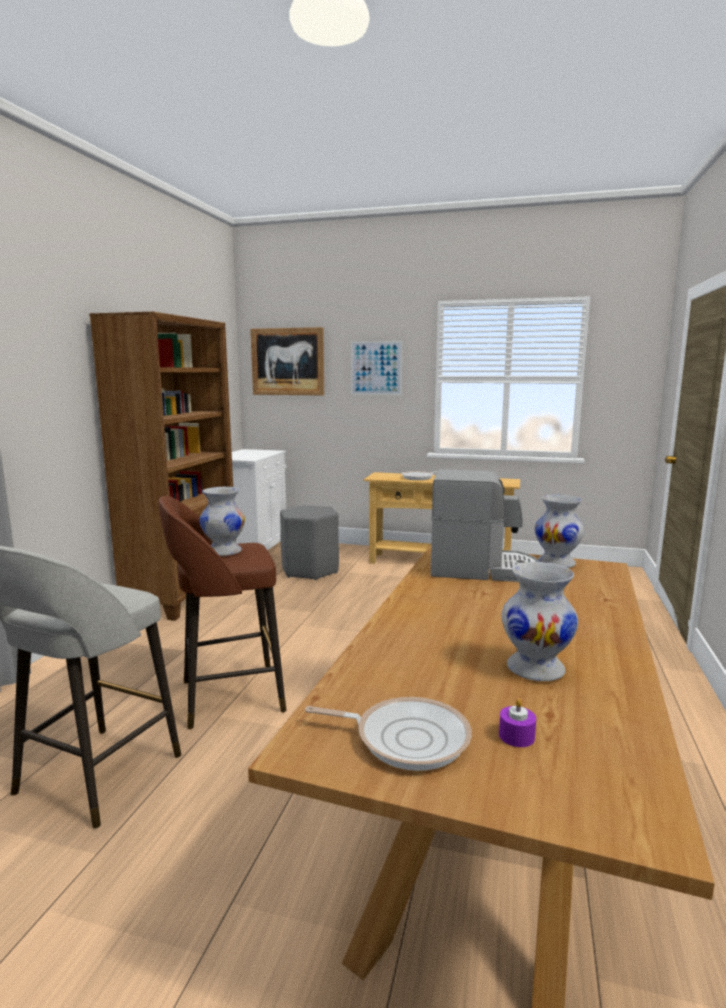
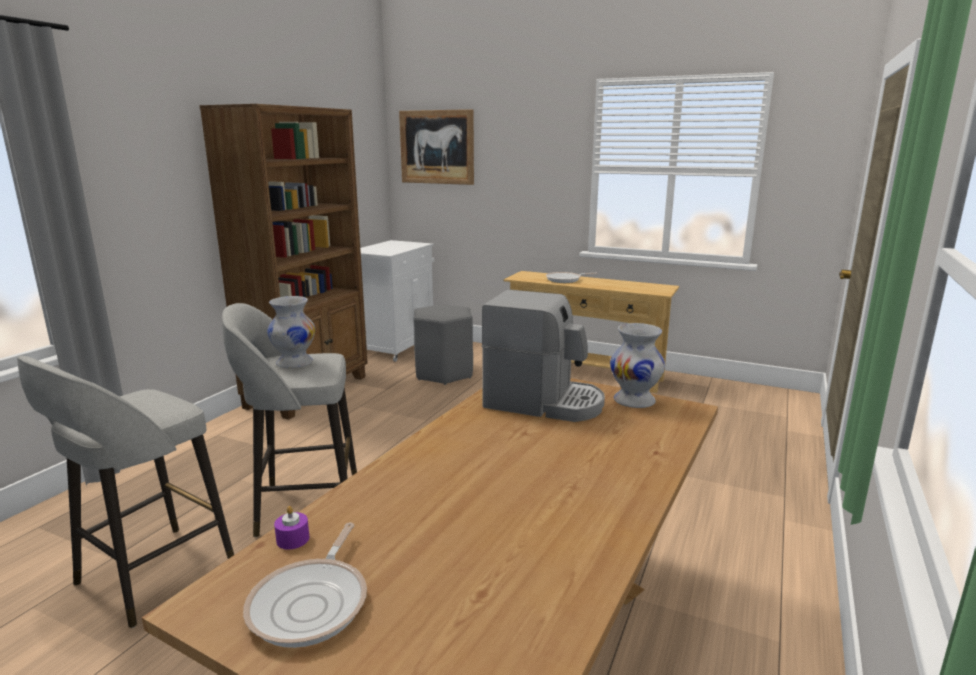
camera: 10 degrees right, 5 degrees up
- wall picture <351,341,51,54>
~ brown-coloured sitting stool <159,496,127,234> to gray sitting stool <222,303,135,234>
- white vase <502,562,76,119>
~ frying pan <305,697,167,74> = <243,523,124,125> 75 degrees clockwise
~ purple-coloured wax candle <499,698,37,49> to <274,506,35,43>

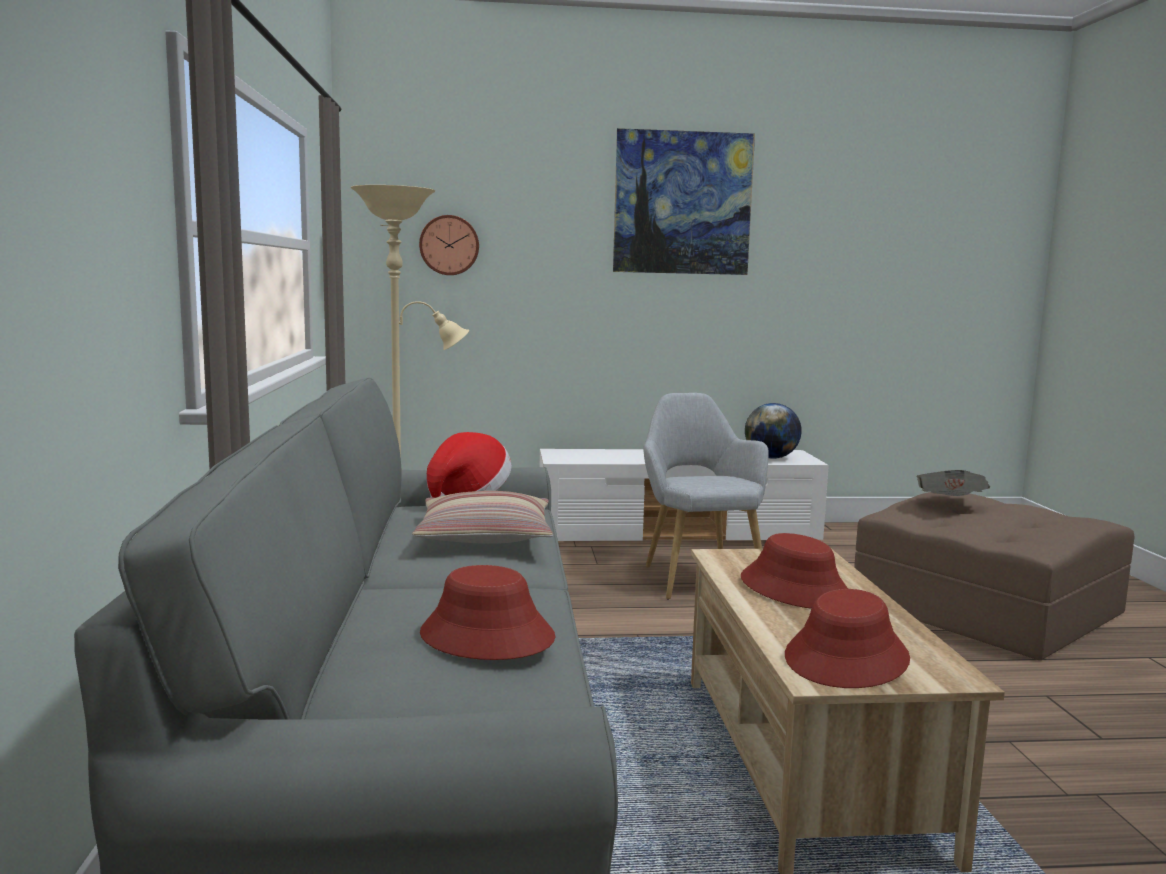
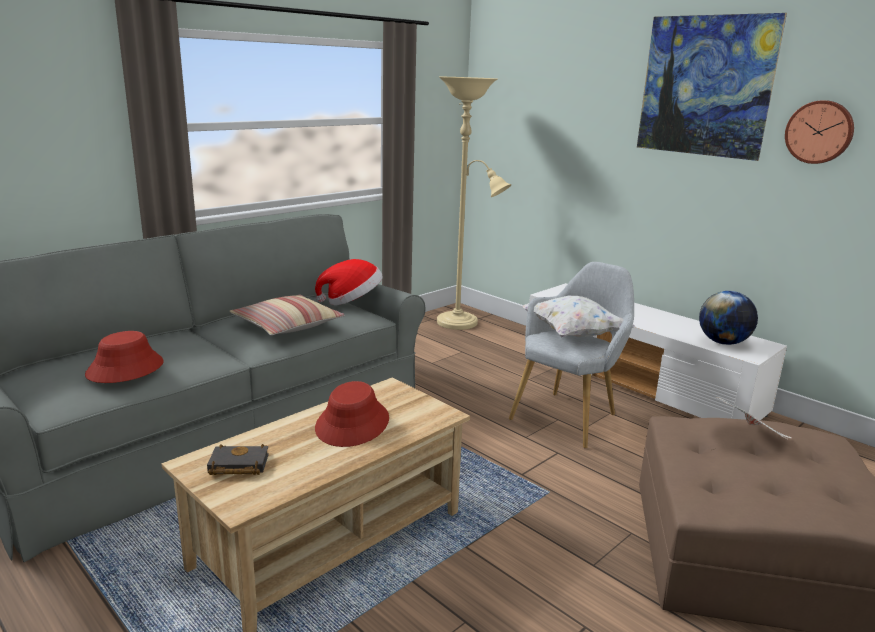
camera: 50 degrees right, 10 degrees up
~ wall clock <419,215,60,60> to <785,100,69,64>
~ red clothing hat <785,589,125,99> to blackish book <207,444,62,31>
+ white cushion <523,296,112,41>

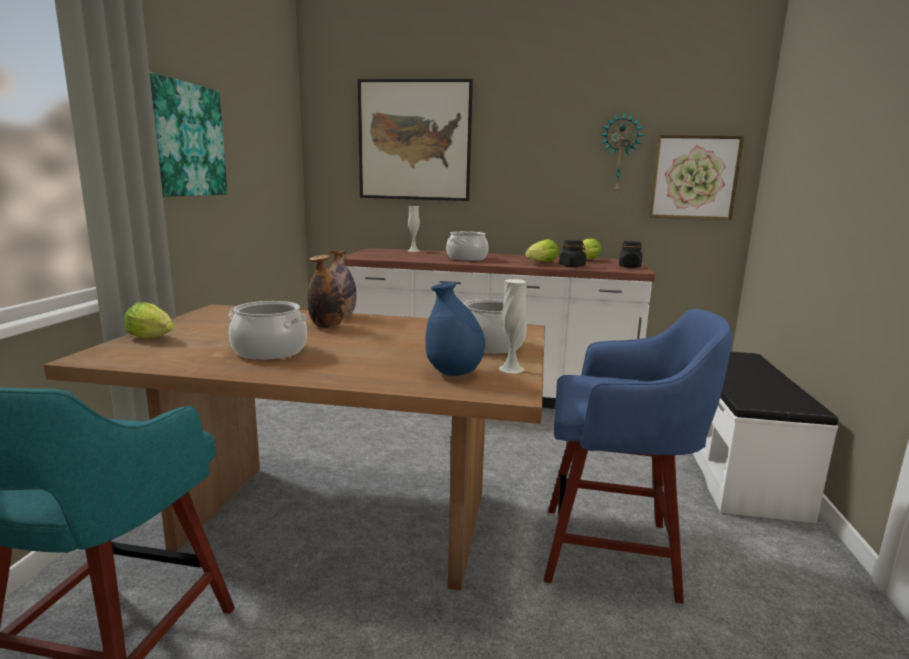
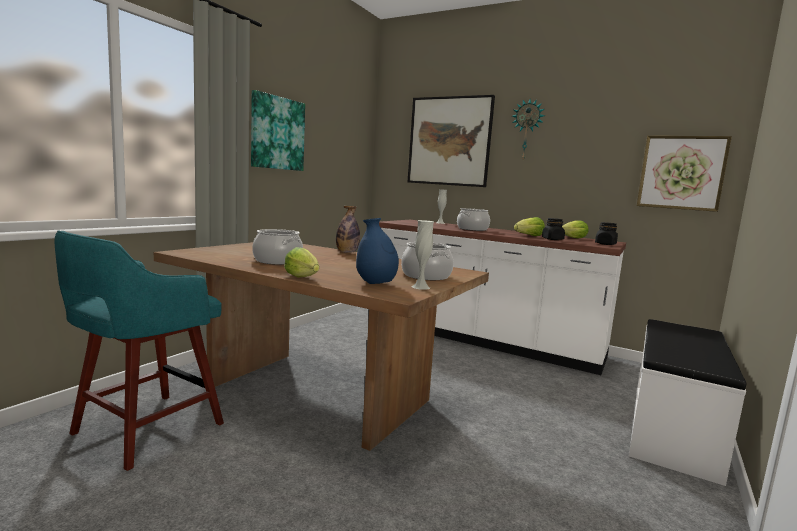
camera: 20 degrees right, 5 degrees down
~ wall clock <601,112,44,82> to <512,99,33,61>
- drink bottle <307,255,38,73>
~ head of lettuce <124,302,50,37> to <284,247,35,31>
- blue sitting stool <544,309,188,295>

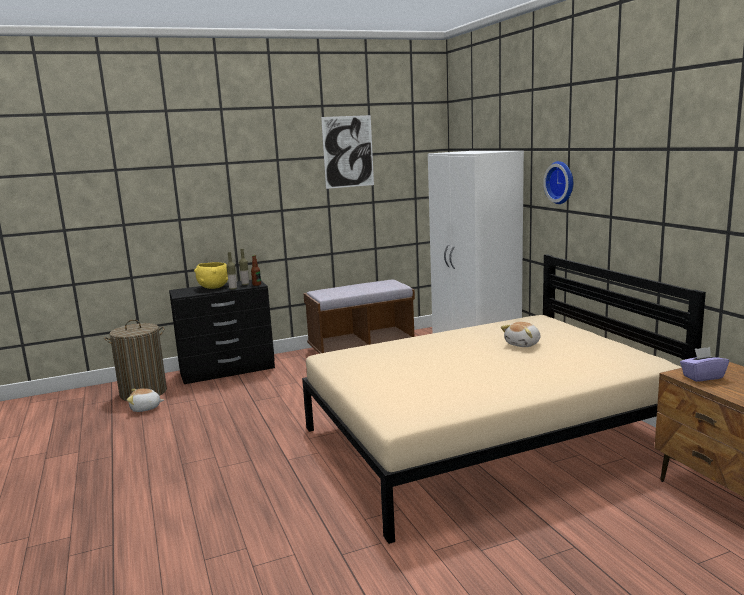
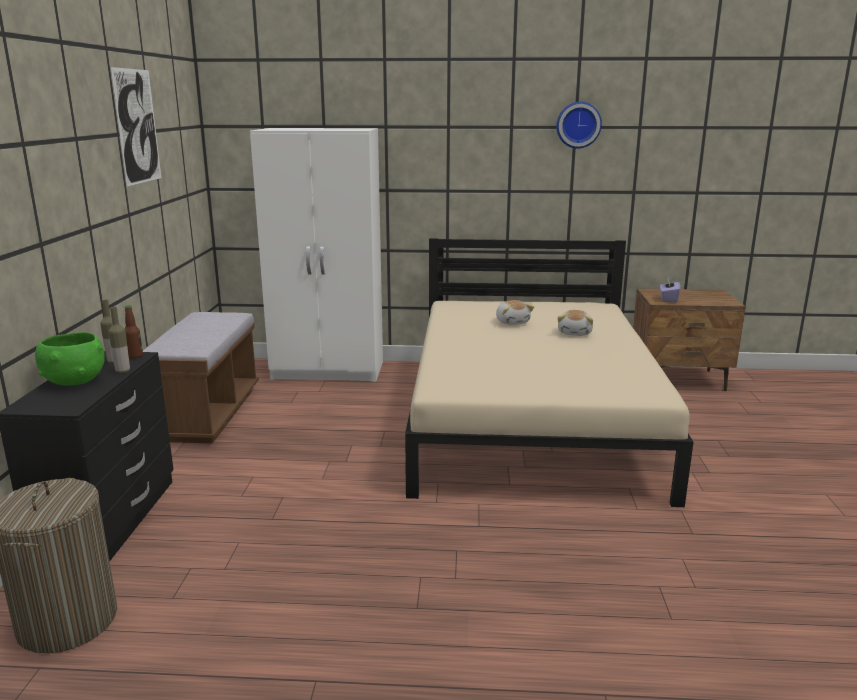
camera: 65 degrees left, 5 degrees up
~ wall clock <543,161,30,43> to <556,102,46,47>
~ yellow-coloured deep dish <194,262,34,27> to green-coloured deep dish <35,332,70,54>
~ soft toy <127,388,37,24> to <558,310,35,26>

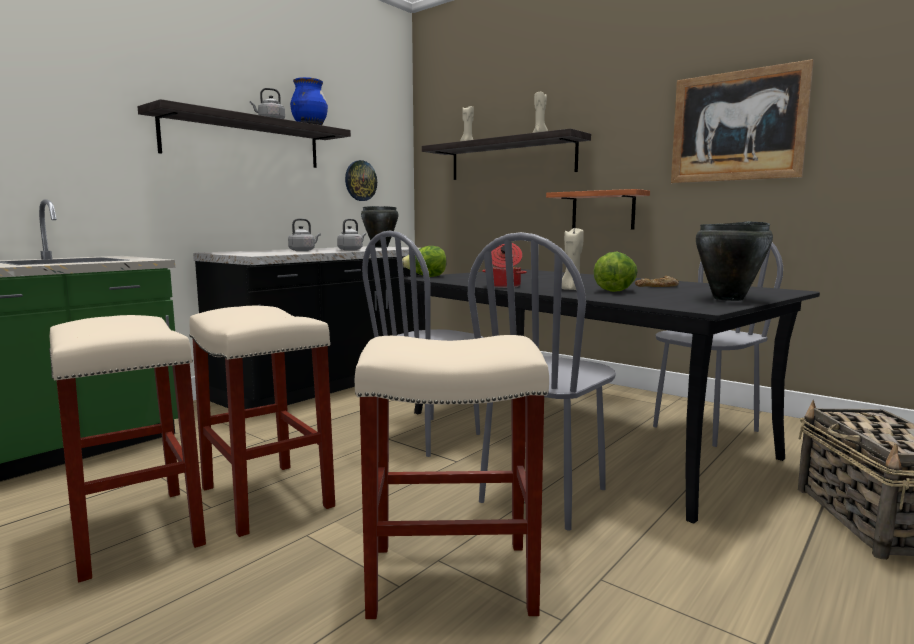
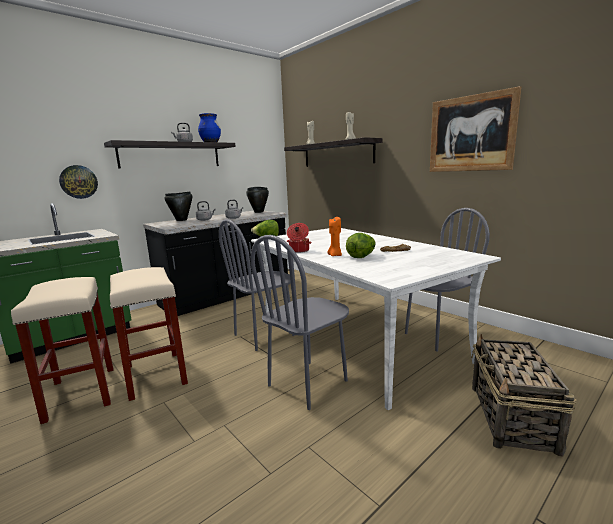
camera: 10 degrees right, 5 degrees up
~ wall clock <345,160,32,41> to <59,165,39,34>
- bracket shelf <546,189,104,40>
~ blackish saucepot <696,221,77,80> to <164,191,28,30>
~ beige-coloured wax candle <562,228,22,62> to orange wax candle <327,217,15,39>
~ blackish kitchen table <404,269,416,255> to white kitchen table <251,228,250,182>
- beige-coloured sitting stool <355,335,194,284>

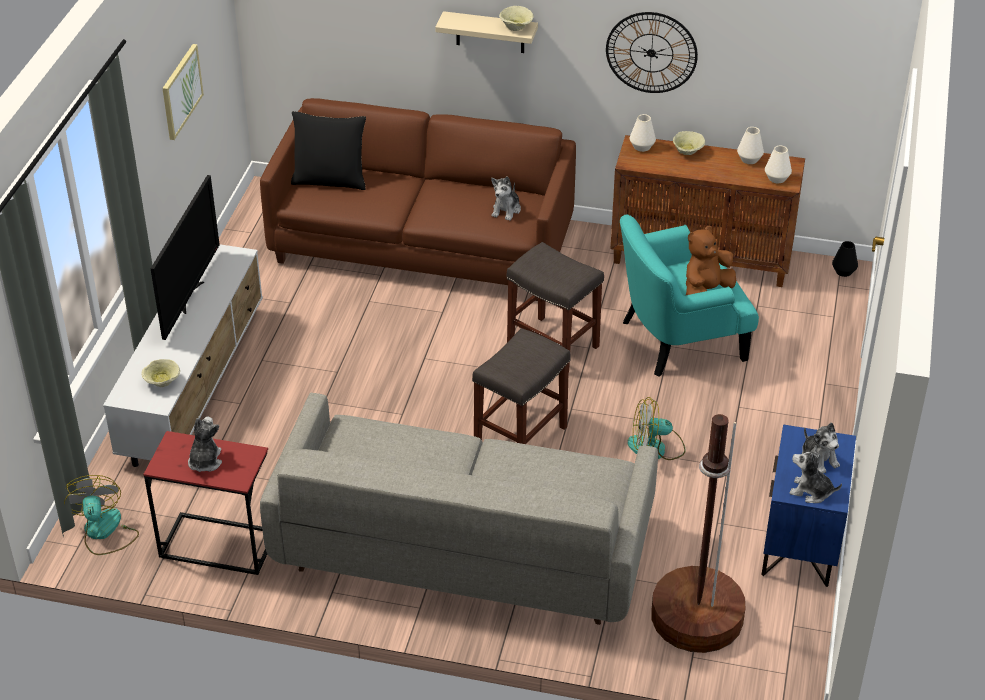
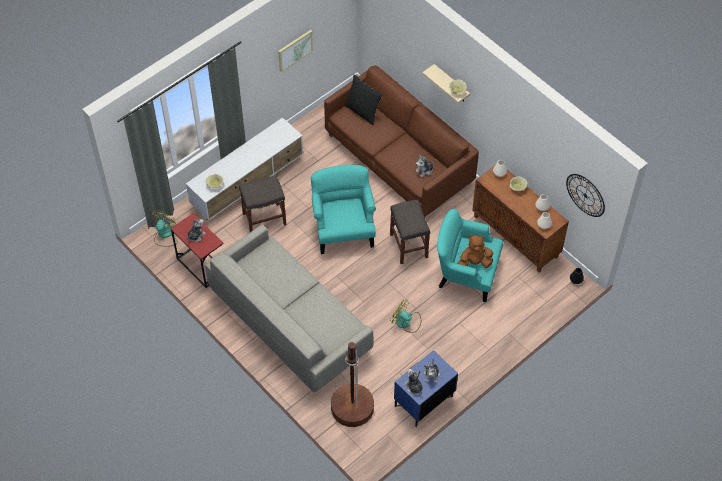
camera: 35 degrees right, 15 degrees up
~ wall clock <606,12,92,81> to <566,174,39,43>
- TV <150,175,70,165>
~ gray sitting stool <472,328,99,116> to <239,175,47,57>
+ turquoise easy chair <311,165,65,89>

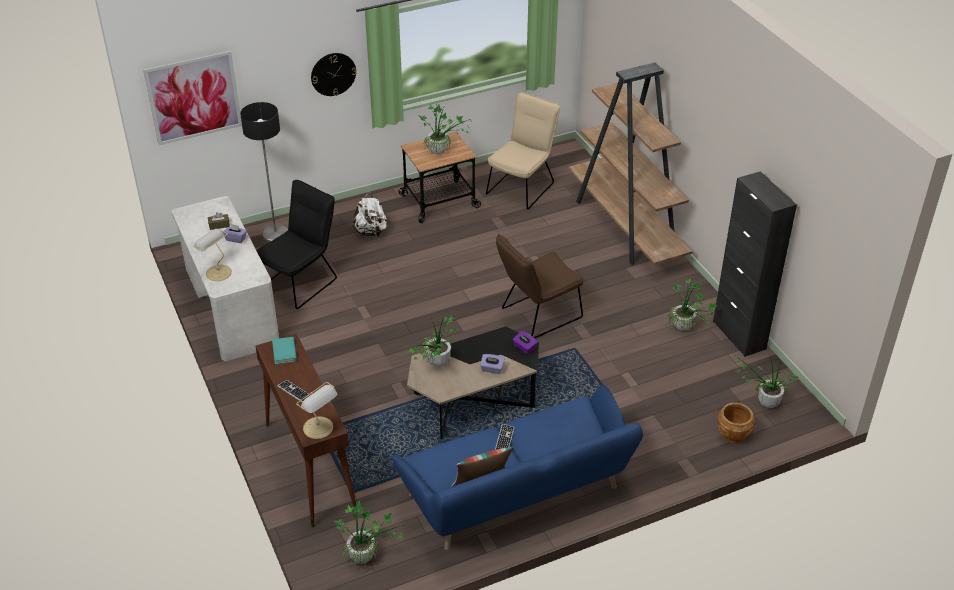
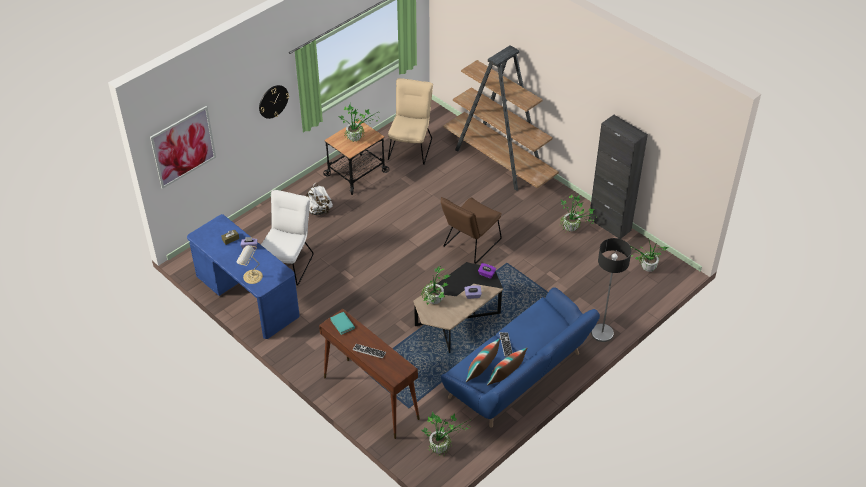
camera: 20 degrees left, 5 degrees up
~ standing lamp <240,102,48,140> to <591,238,40,104>
~ blackish plain chair <256,180,81,129> to white plain chair <261,190,53,96>
~ white desk table <172,196,107,165> to blue desk table <187,214,113,125>
- lamp for a table <296,382,42,57>
- brown-coloured planter <718,403,36,40>
+ cushion <466,338,35,44>

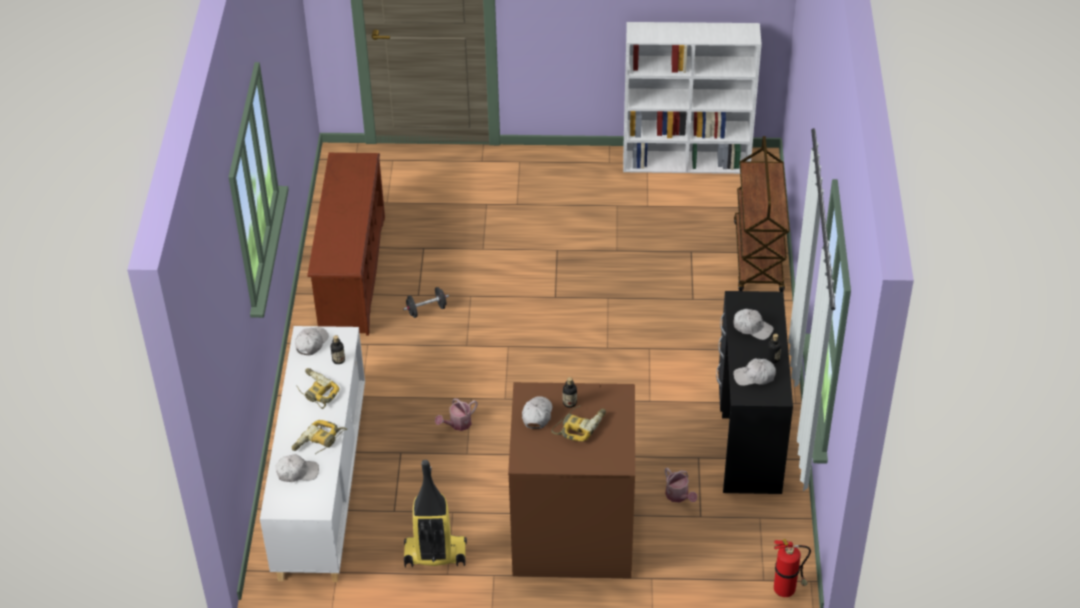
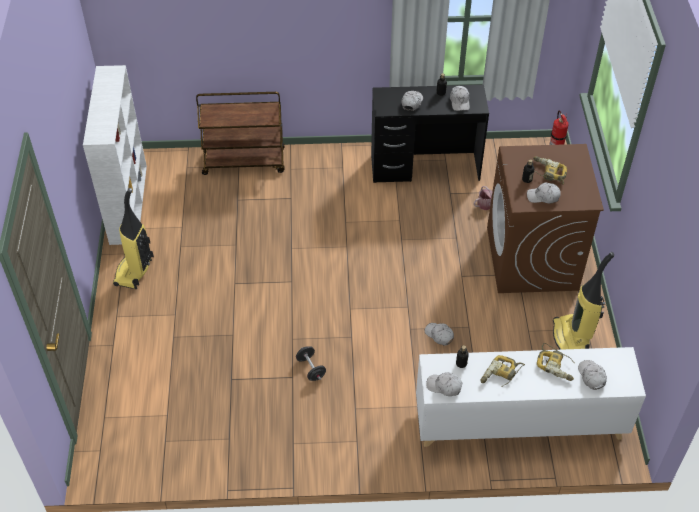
camera: 95 degrees left, 5 degrees up
- brown-coloured shoe shelf <307,153,78,182>
~ sprinkling can <435,398,43,33> to white baseball cap <425,323,29,23>
+ vacuum cleaner <113,188,41,101>

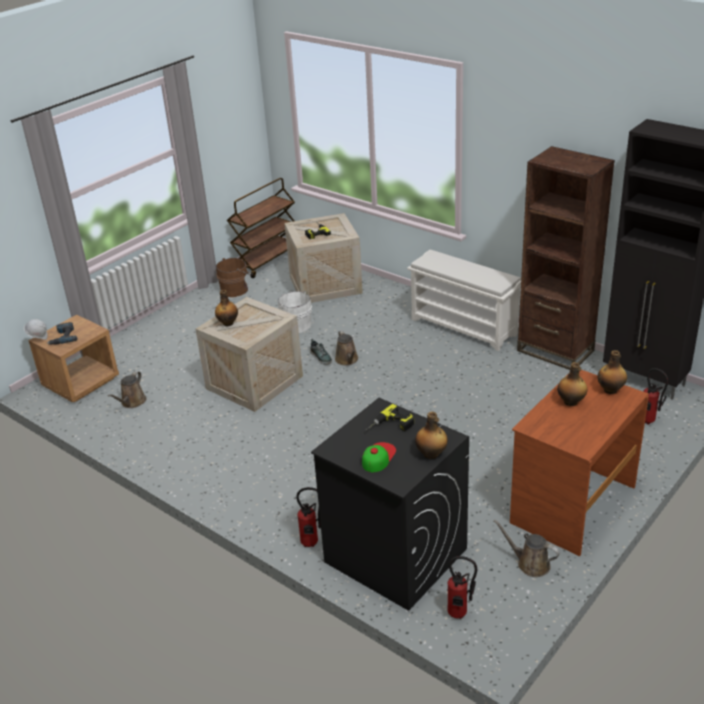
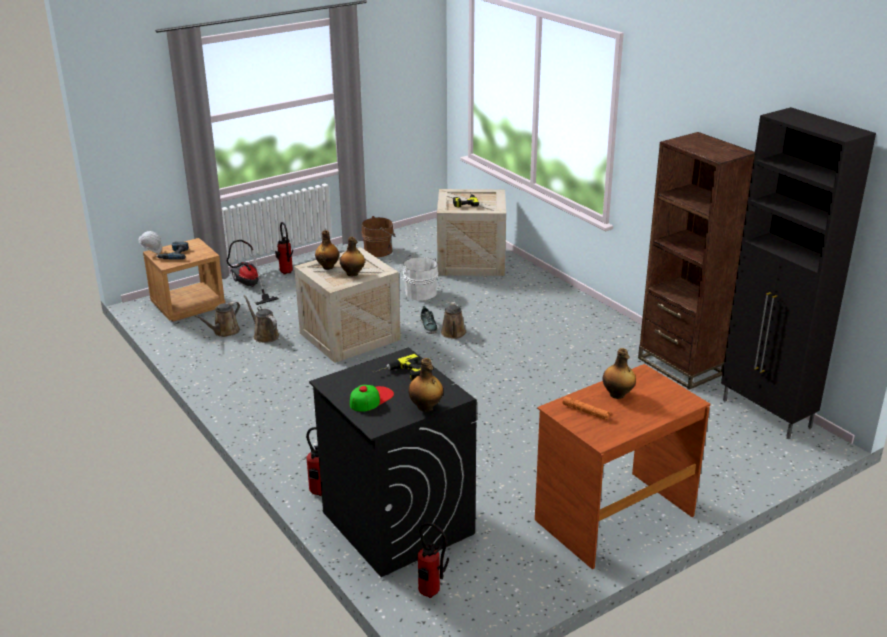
camera: 15 degrees right, 5 degrees down
- brown-coloured trolley <227,178,68,100>
- white shoe shelf <407,250,114,101>
~ drink bottle <597,350,30,44> to <340,237,25,39>
~ fire-fighting cylinder <643,368,25,56> to <275,222,18,53>
~ brown-coloured sprinkling can <494,519,66,58> to <243,295,36,48>
+ vacuum cleaner <227,240,52,65>
+ orange torch <563,397,48,23>

